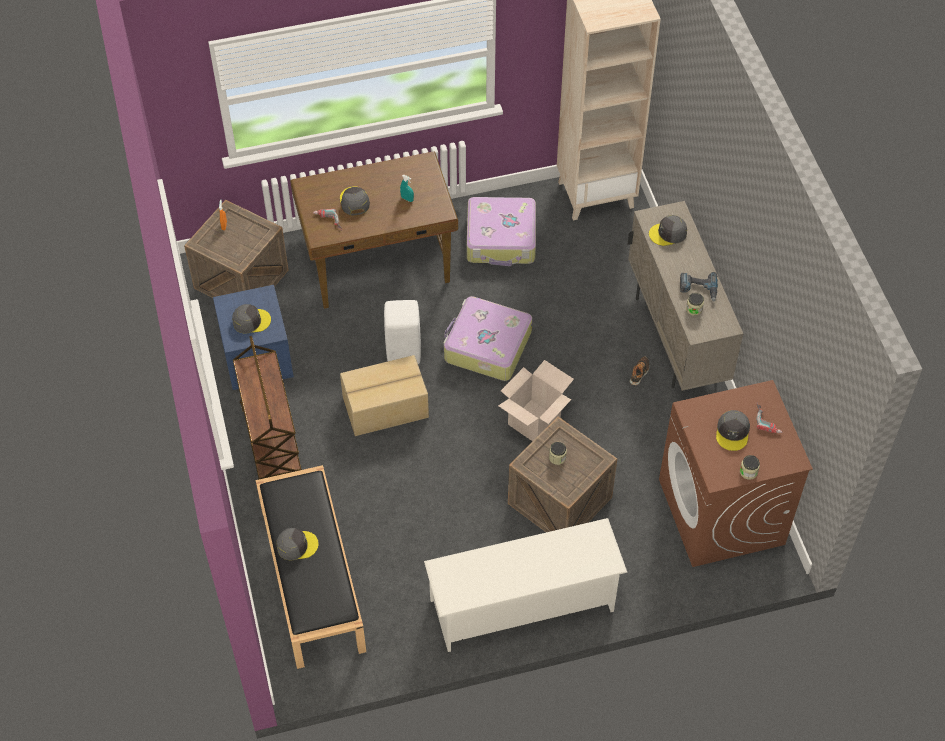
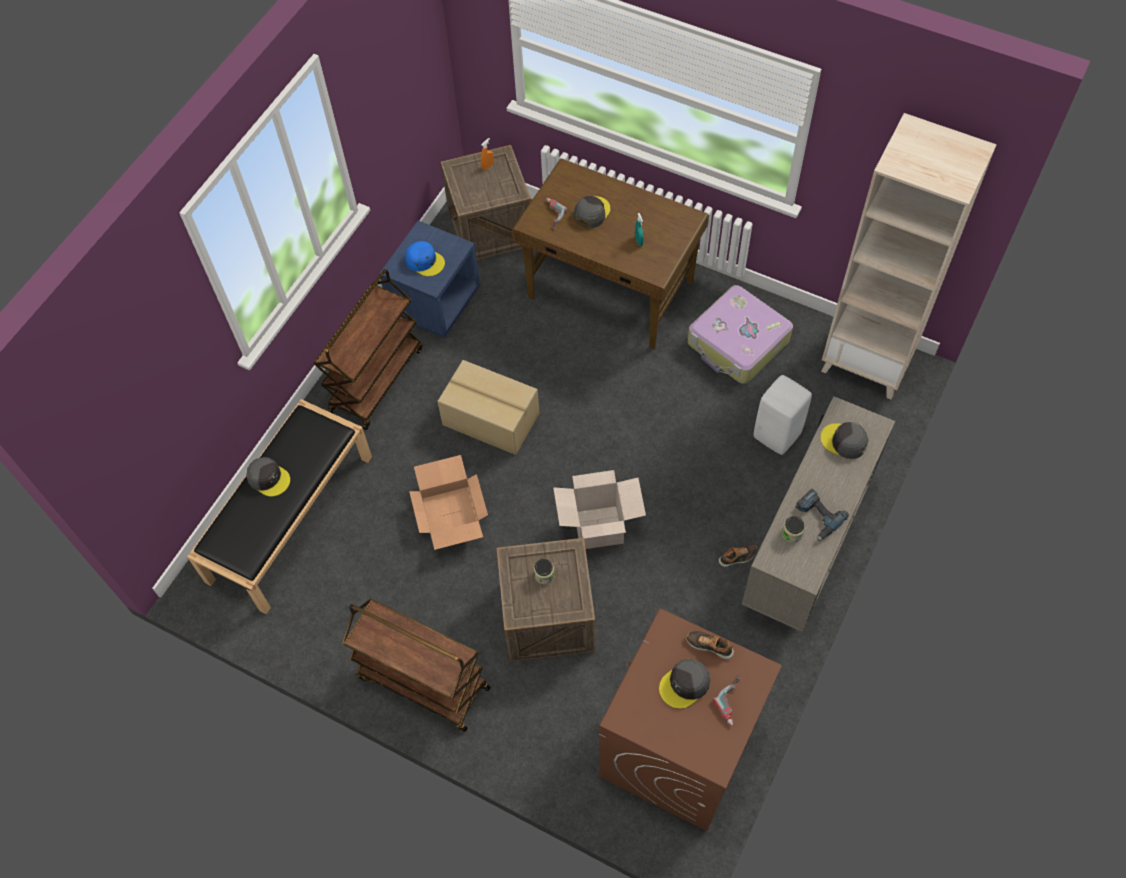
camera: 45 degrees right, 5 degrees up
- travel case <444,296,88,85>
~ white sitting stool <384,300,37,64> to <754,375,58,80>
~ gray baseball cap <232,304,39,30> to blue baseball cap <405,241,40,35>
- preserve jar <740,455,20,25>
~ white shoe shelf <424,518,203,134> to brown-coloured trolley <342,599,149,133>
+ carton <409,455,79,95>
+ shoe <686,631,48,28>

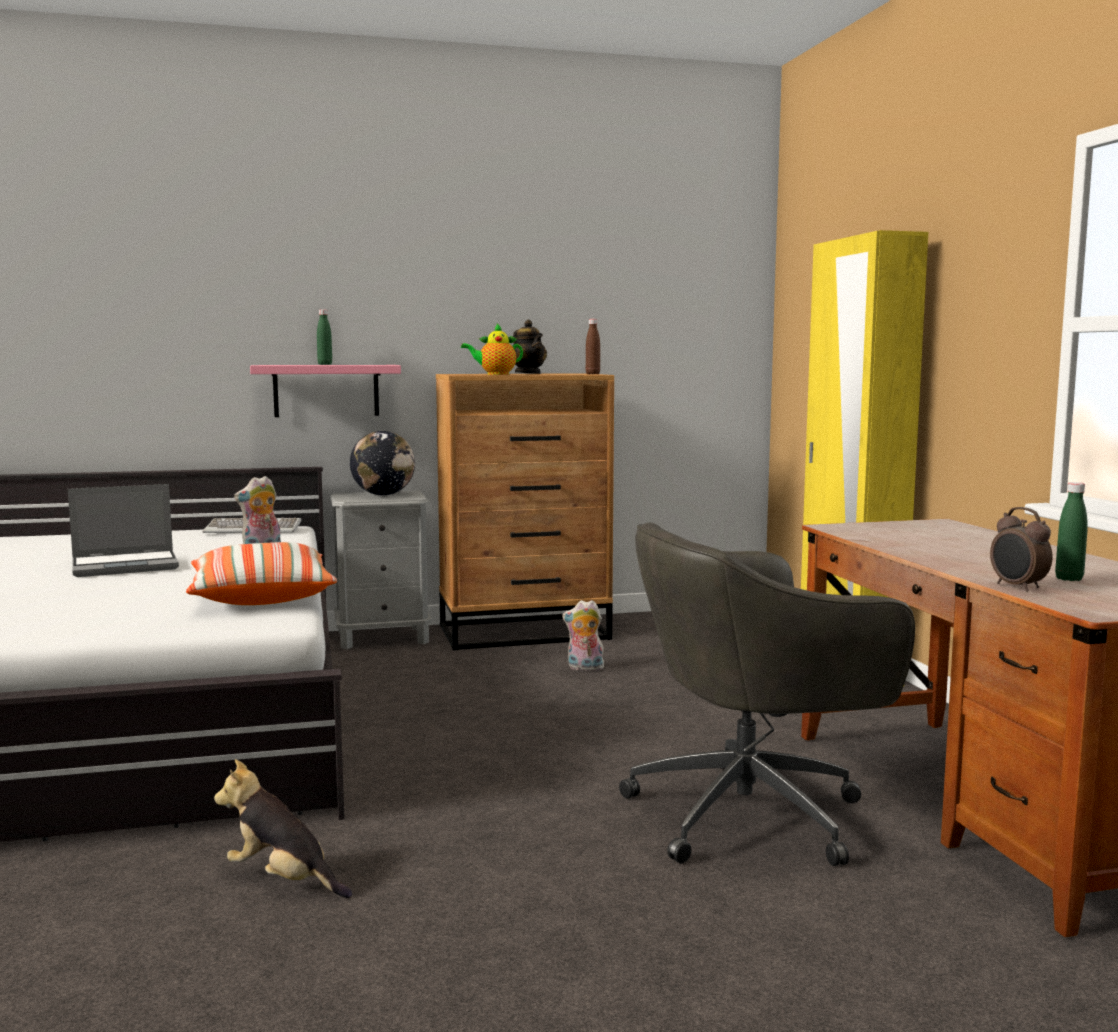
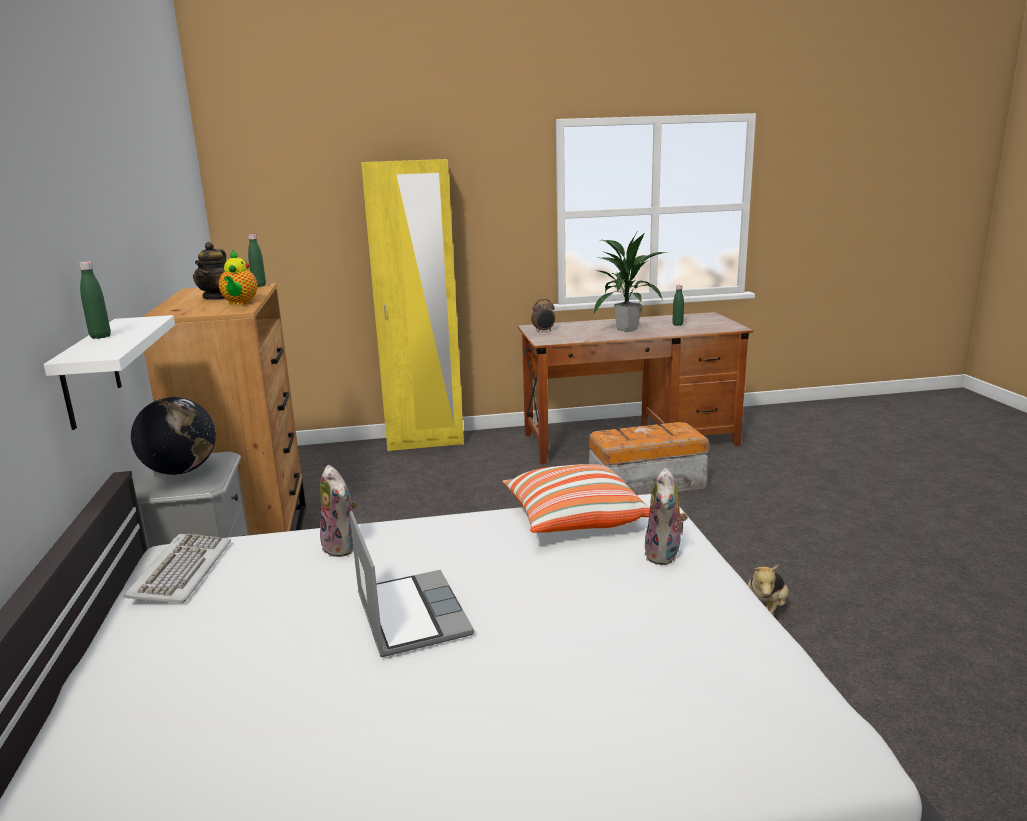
camera: 85 degrees left, 10 degrees up
~ brown-coloured drink bottle <586,319,14,55> to green-coloured drink bottle <248,234,18,53>
~ tea pot <513,320,34,54> = <193,242,34,58> 120 degrees clockwise
~ pink-coloured bracket shelf <250,365,151,52> to white bracket shelf <44,315,131,115>
~ table clock <990,507,63,85> to <531,299,24,33>
~ gray desk chair <619,522,296,344> to storage bin <589,422,120,73>
~ soft toy <562,600,42,71> to <644,468,44,97>
+ houseplant <593,232,75,100>

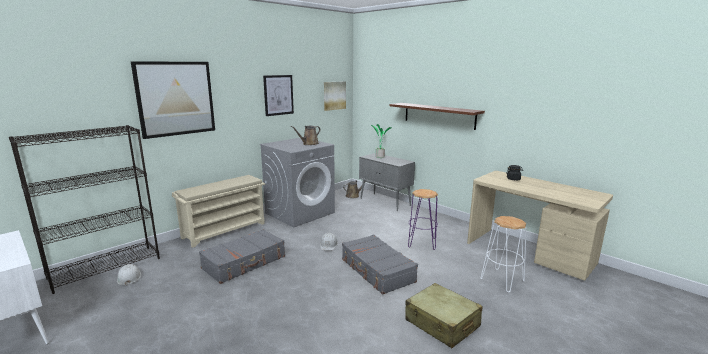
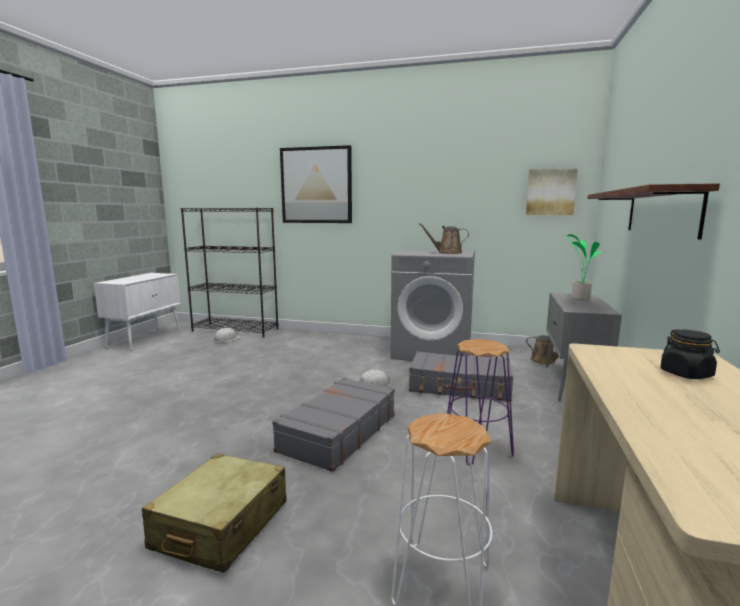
camera: 60 degrees right, 5 degrees down
- wall picture <263,75,31,41>
- beige-coloured shoe shelf <172,175,93,73>
~ gray travel case <199,229,86,55> to <409,351,104,50>

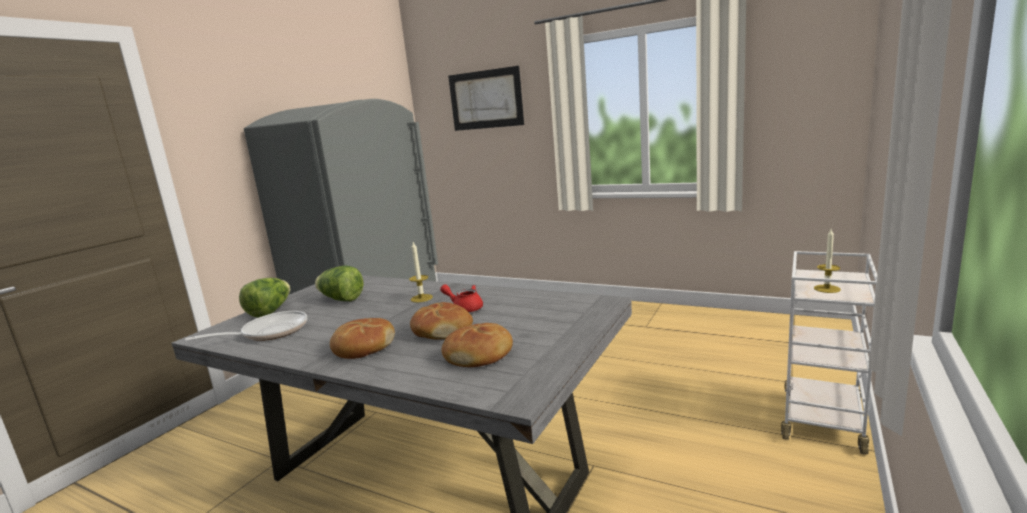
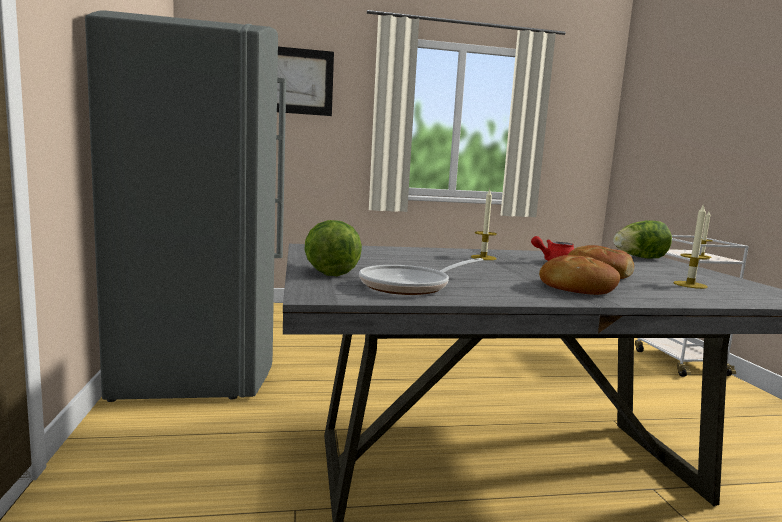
camera: 40 degrees left, 5 degrees down
~ head of lettuce <315,266,49,36> to <613,220,59,39>
~ frying pan <185,311,122,30> = <359,258,125,37> 150 degrees counterclockwise
~ bread <441,323,72,44> to wax candle <673,204,37,85>

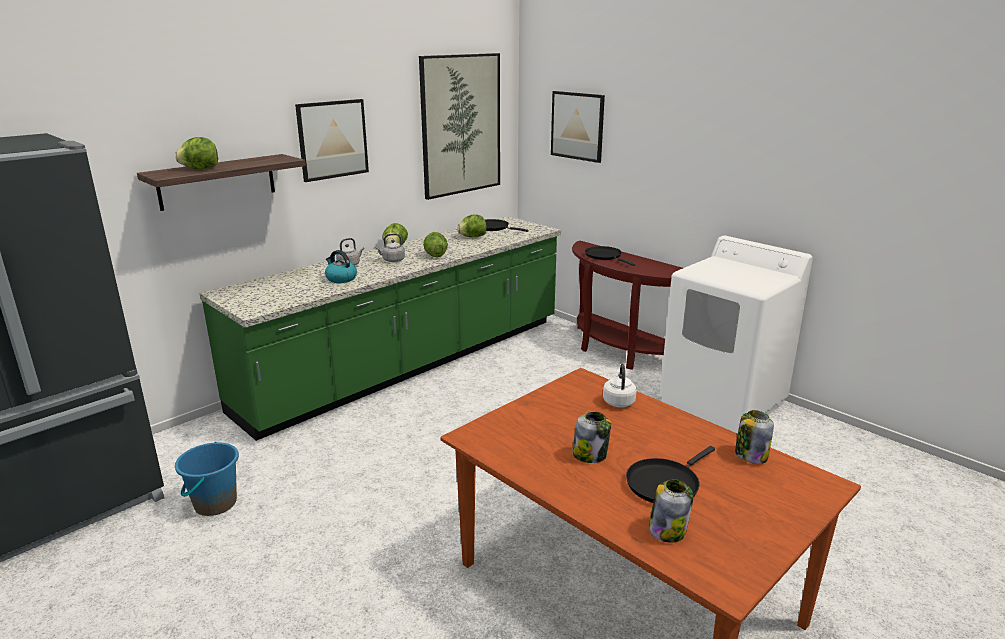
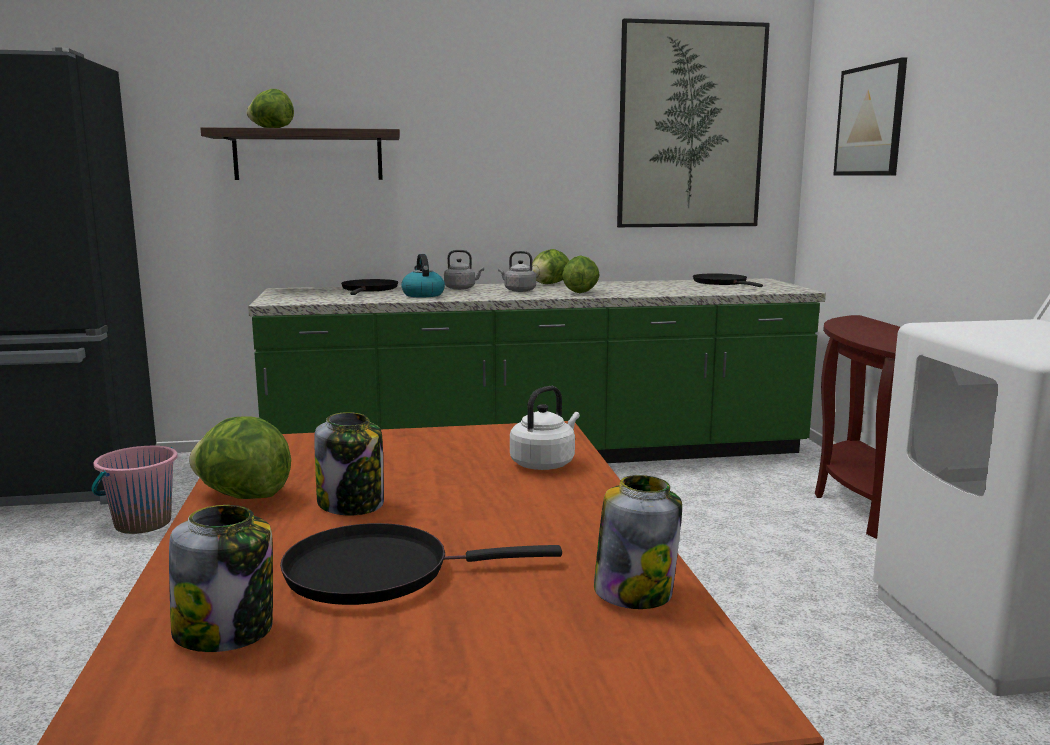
camera: 35 degrees right, 10 degrees down
- wall picture <295,99,74,83>
~ head of lettuce <457,214,30,23> to <189,417,102,82>
~ blackish frying pan <585,246,50,20> to <341,279,57,16>
~ blue bucket <175,442,64,74> to pink-coloured bucket <91,446,87,88>

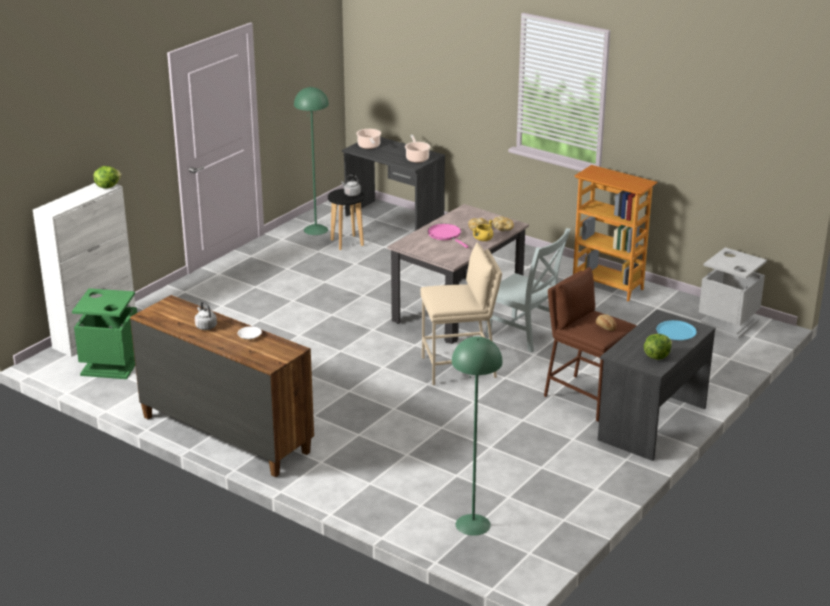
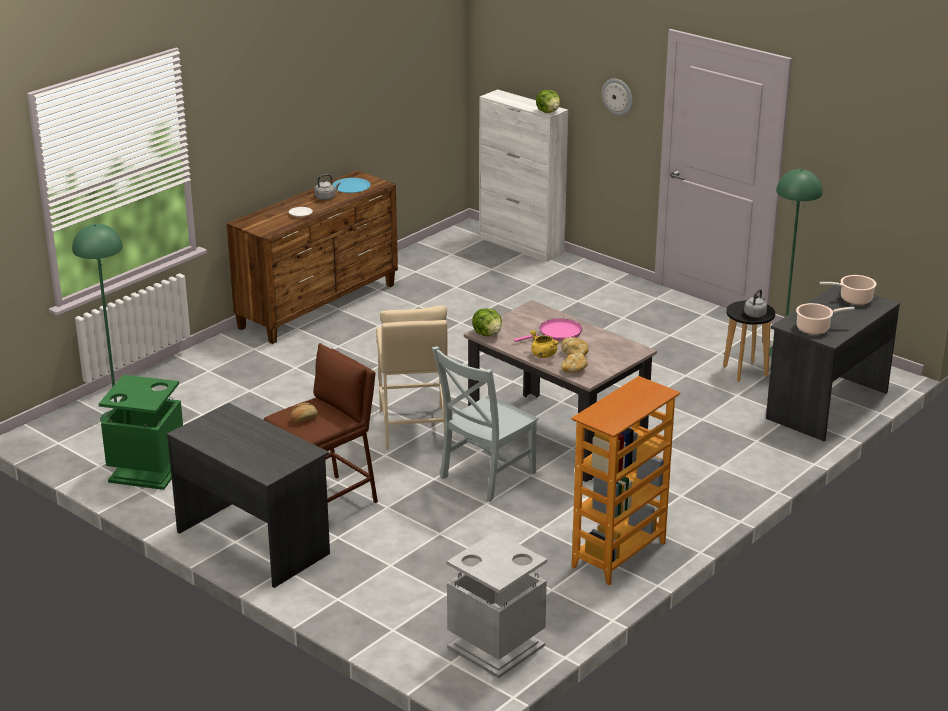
camera: 95 degrees right, 0 degrees up
~ green-coloured trash can <72,288,65,91> to <99,375,84,115>
~ blue dinner plate <656,320,41,20> to <332,178,38,15>
~ head of lettuce <644,334,28,26> to <472,309,30,27>
+ wall clock <602,79,31,37>

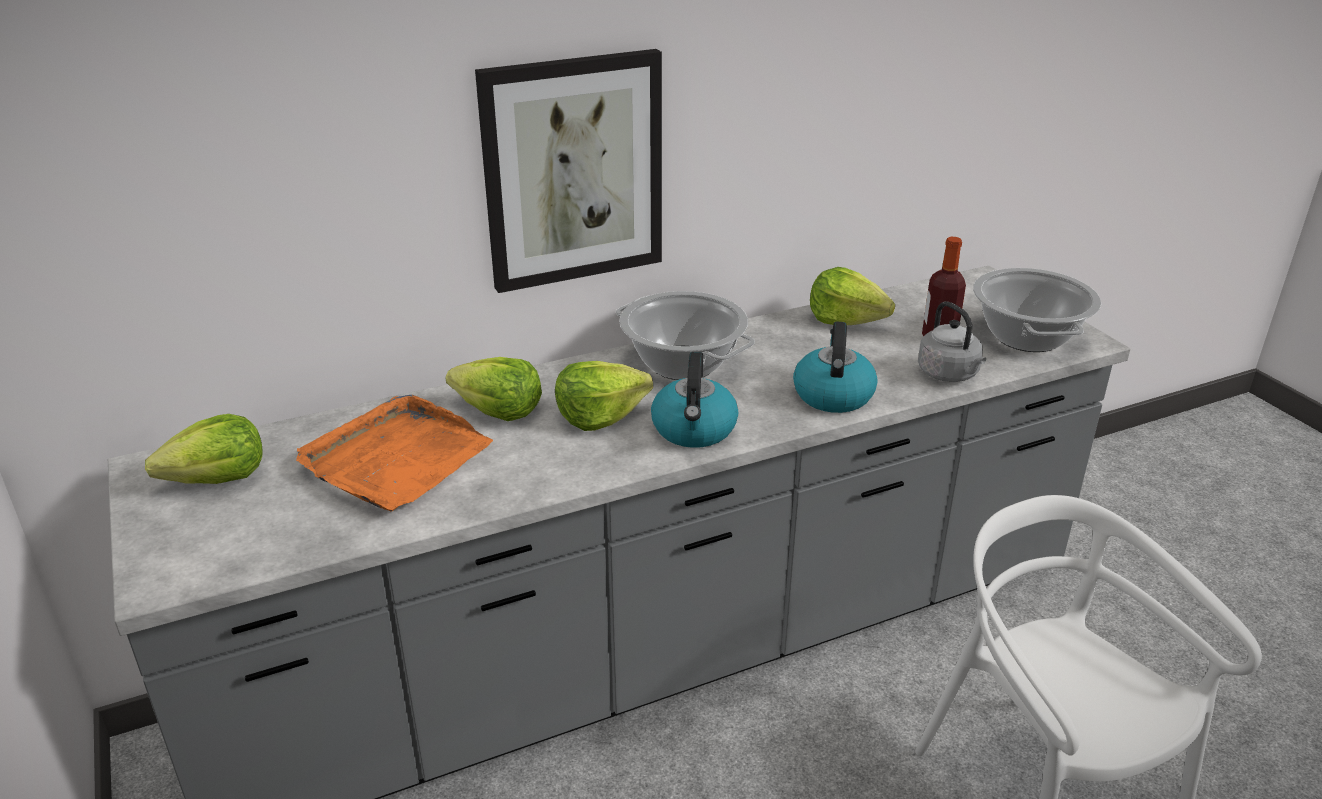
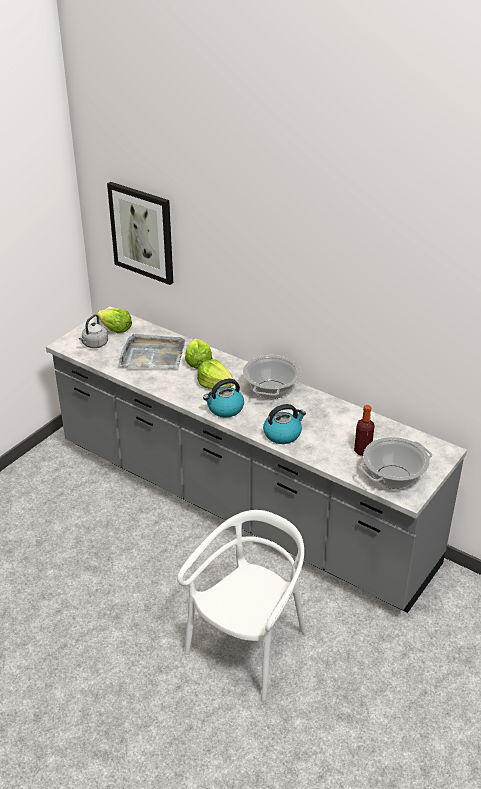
camera: 60 degrees right, 5 degrees up
~ wall picture <475,49,187,244> to <107,182,66,103>
- head of lettuce <810,267,85,58>
~ gray kettle <918,301,68,81> to <79,314,29,34>
~ orange tray <296,395,197,117> to gray tray <118,334,67,35>

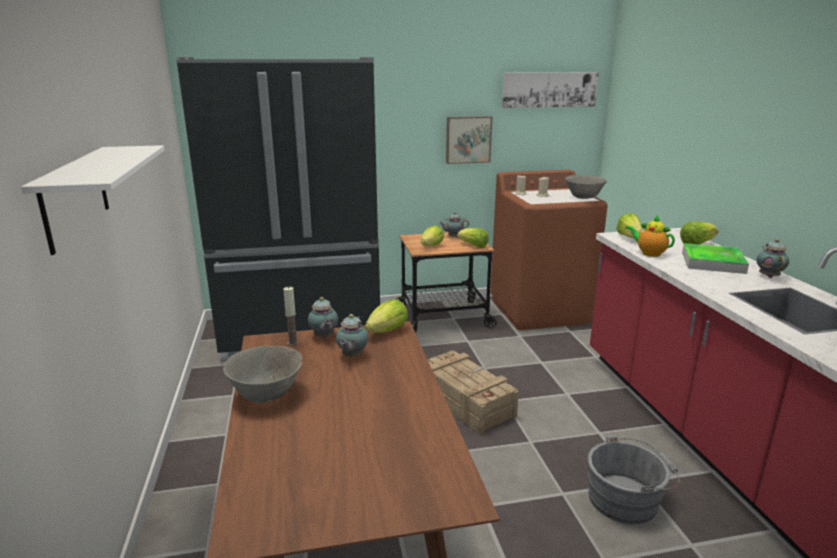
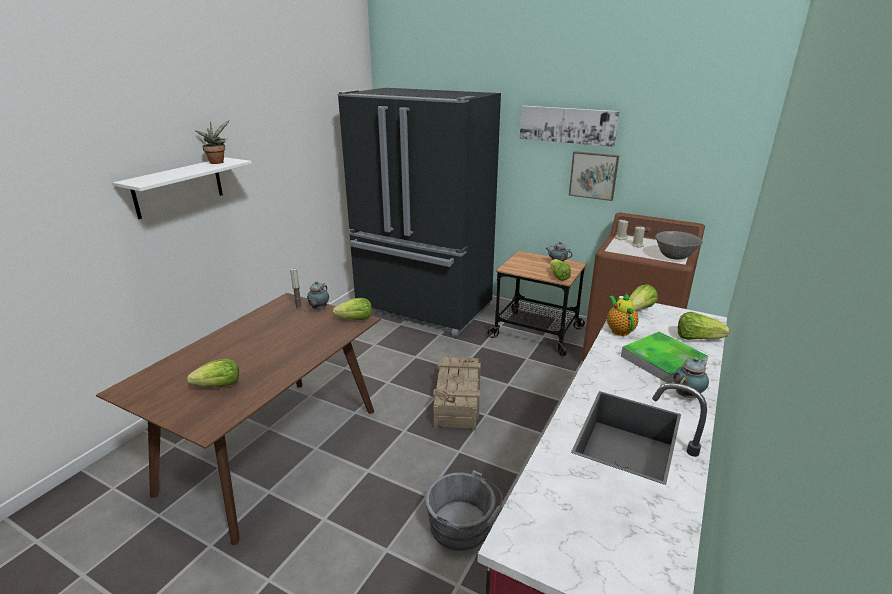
camera: 40 degrees right, 5 degrees up
~ wall picture <502,72,97,36> to <520,106,100,41>
~ head of lettuce <421,225,23,21> to <187,359,52,28>
- tea pot <336,314,33,44>
- gray deep dish <223,346,79,57>
+ houseplant <195,120,34,44>

